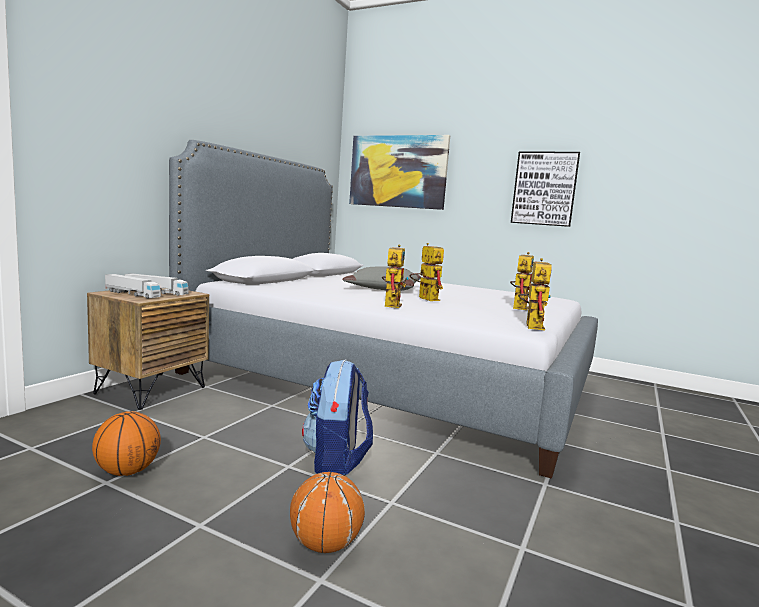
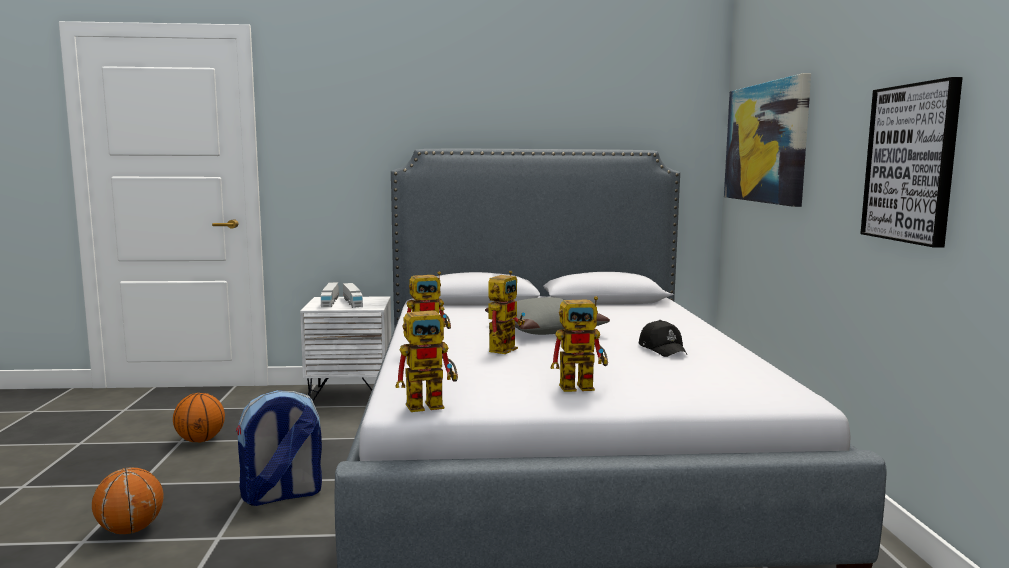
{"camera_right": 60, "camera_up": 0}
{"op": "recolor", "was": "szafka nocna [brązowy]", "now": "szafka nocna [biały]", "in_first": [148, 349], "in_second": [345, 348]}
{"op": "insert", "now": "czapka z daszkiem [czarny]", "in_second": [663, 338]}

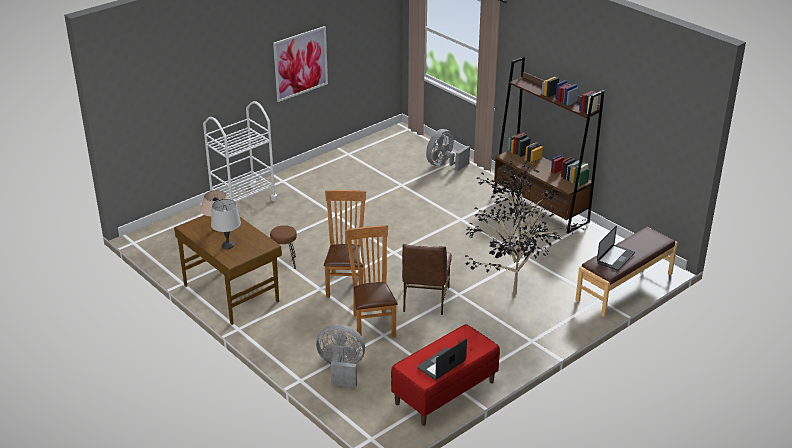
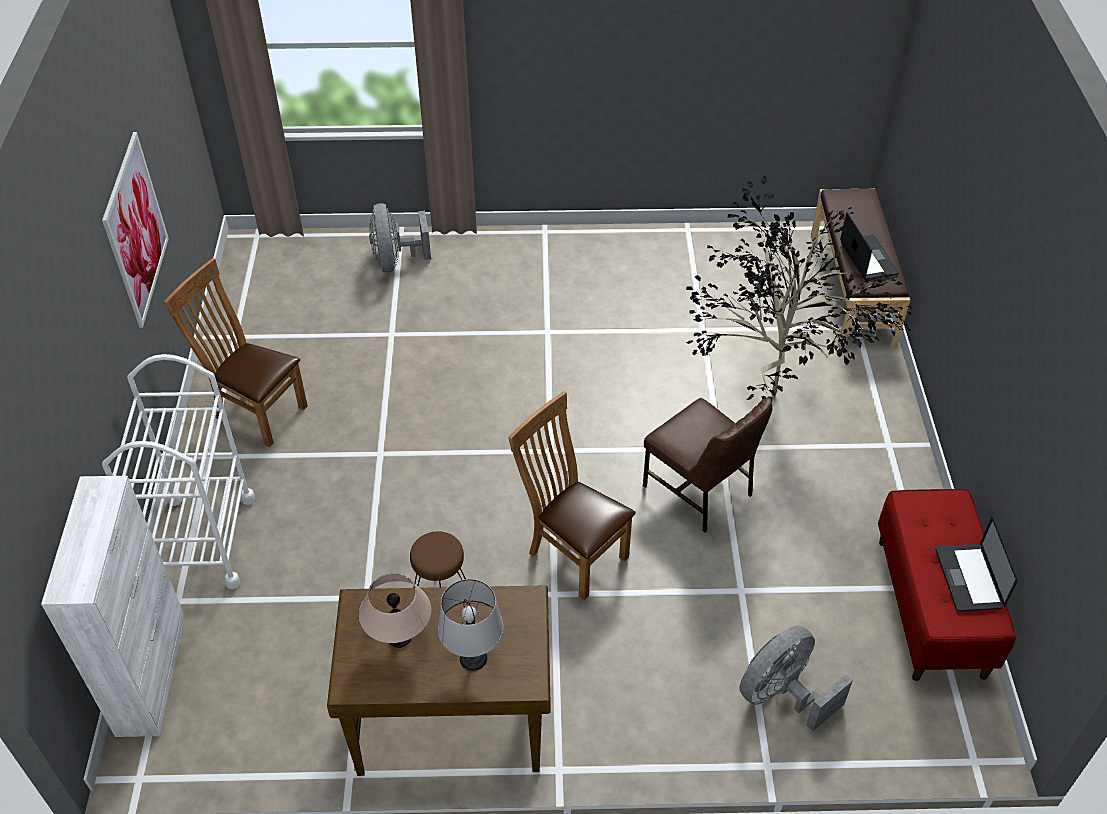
{"camera_right": -50, "camera_up": 15}
{"op": "insert", "now": "szafka [biały]", "in_second": [113, 606]}
{"op": "move", "was": "krzesło [brązowy]", "in_first": [371, 283], "in_second": [236, 352]}
{"op": "delete", "was": "regał [brązowy]", "in_first": [549, 145]}

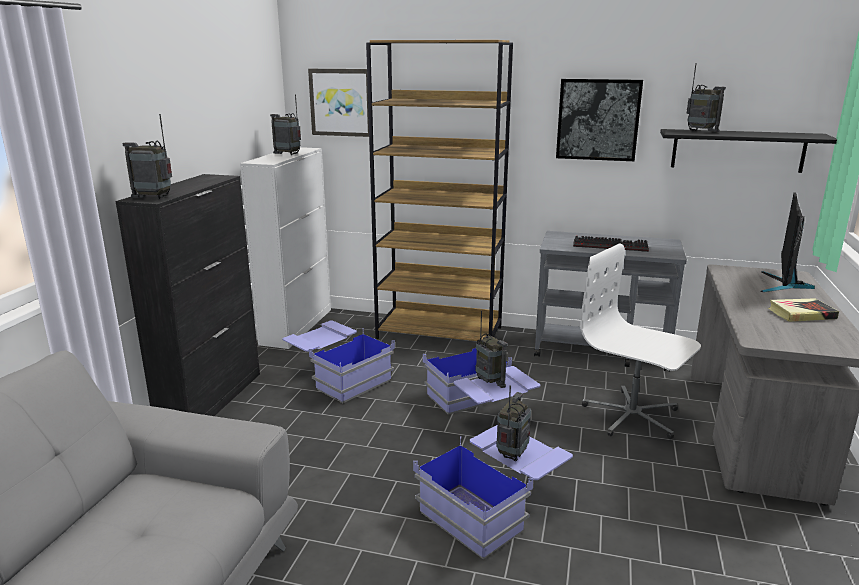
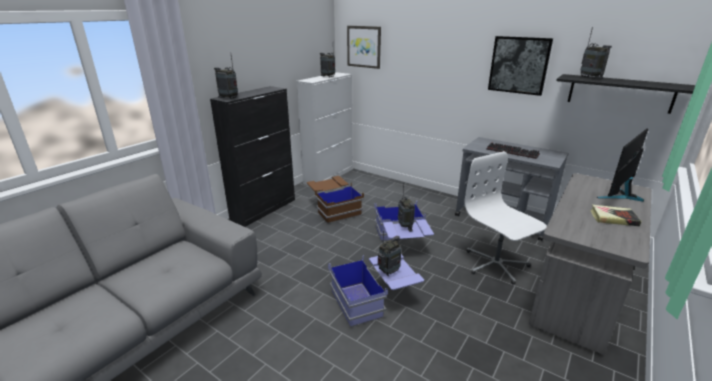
{"camera_right": 20, "camera_up": 5}
{"op": "recolor", "was": "pojemnik do przechowywania [niebieski]", "now": "pojemnik do przechowywania [brązowy]", "in_first": [338, 361], "in_second": [335, 200]}
{"op": "delete", "was": "regał [brązowy]", "in_first": [439, 190]}

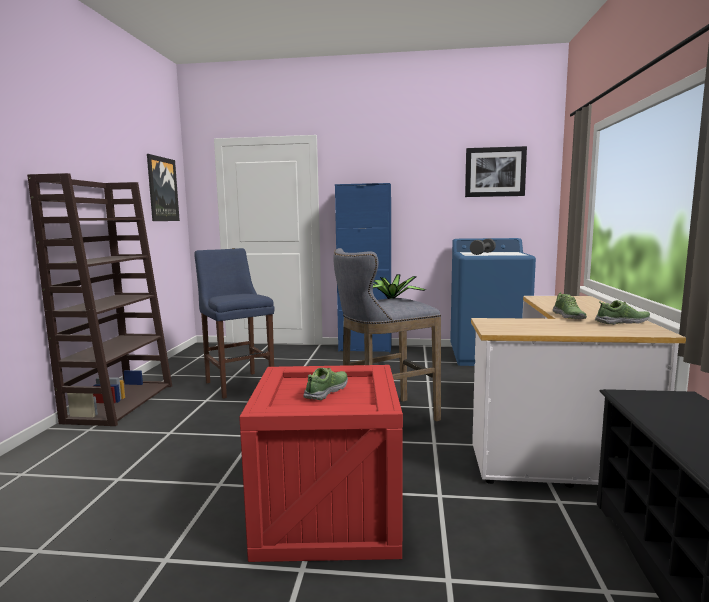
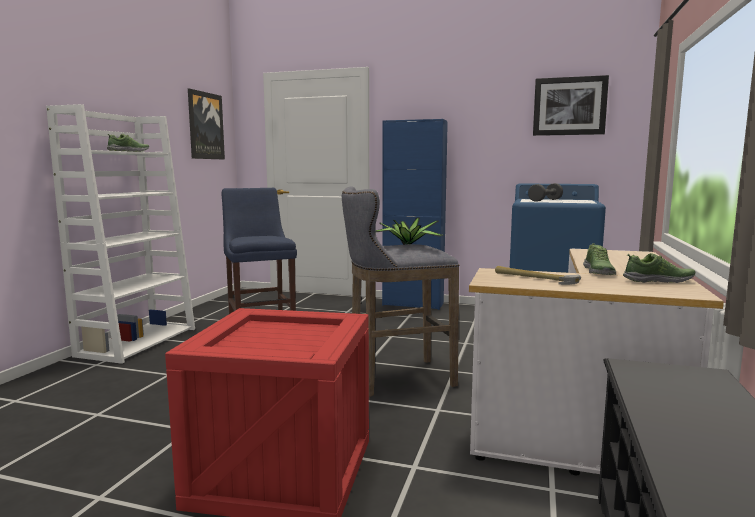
{"camera_right": 10, "camera_up": 0}
{"op": "recolor", "was": "regał [brązowy]", "now": "regał [biały]", "in_first": [99, 299], "in_second": [120, 234]}
{"op": "move", "was": "but", "in_first": [325, 384], "in_second": [128, 143]}
{"op": "insert", "now": "młotek", "in_second": [538, 275]}

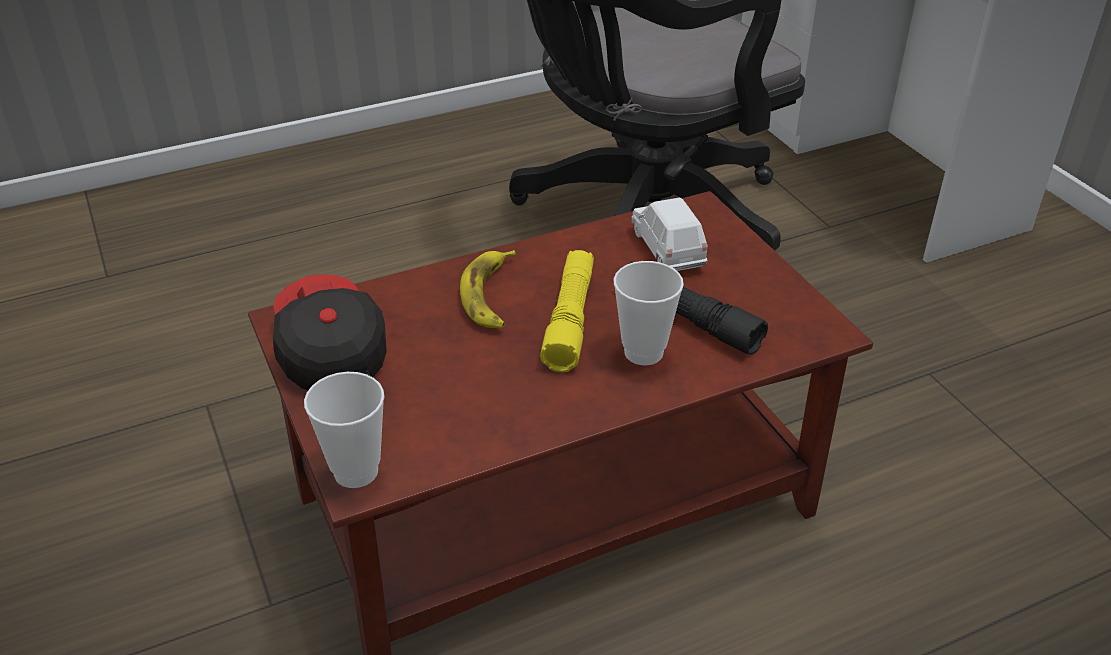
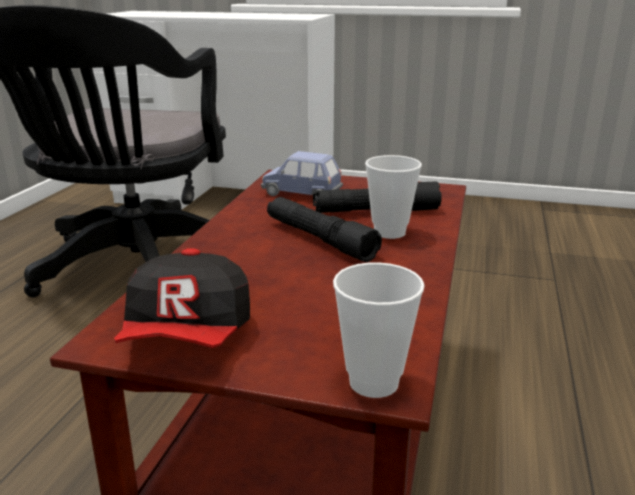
{"camera_right": -50, "camera_up": -15}
{"op": "rotate", "was": "czapka z daszkiem", "in_first": [330, 332], "in_second": [182, 298], "clockwise": -105}
{"op": "recolor", "was": "samochodzik [biały]", "now": "samochodzik [niebieski]", "in_first": [669, 234], "in_second": [302, 176]}
{"op": "recolor", "was": "latarka [żółty]", "now": "latarka [czarny]", "in_first": [567, 311], "in_second": [324, 229]}
{"op": "delete", "was": "banan", "in_first": [488, 289]}

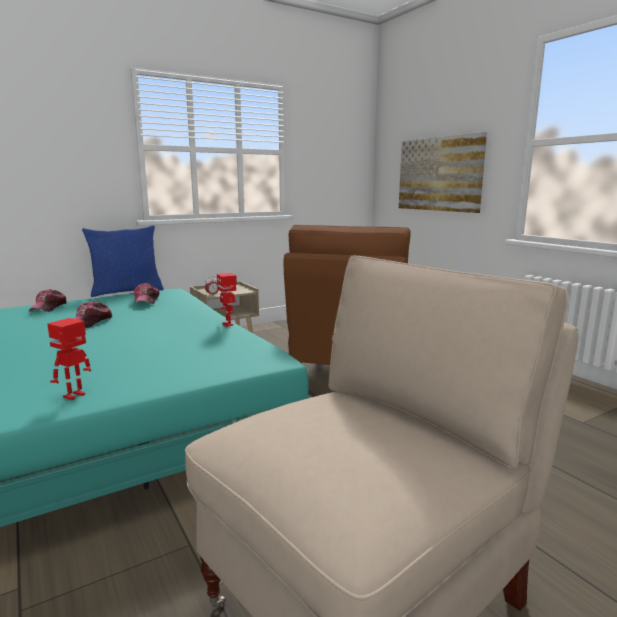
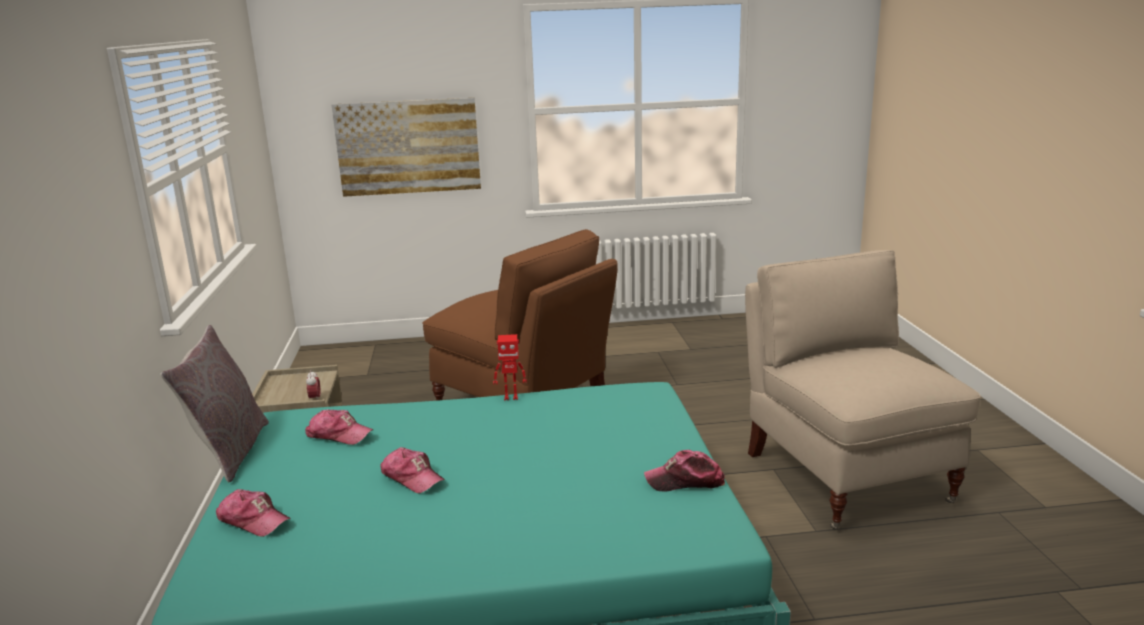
{"camera_right": -65, "camera_up": 5}
{"op": "recolor", "was": "poduszka [niebieski]", "now": "poduszka [szary]", "in_first": [123, 261], "in_second": [214, 403]}
{"op": "replace", "was": "robot zabawkowy", "now": "czapka z daszkiem", "in_first": [69, 359], "in_second": [684, 470]}

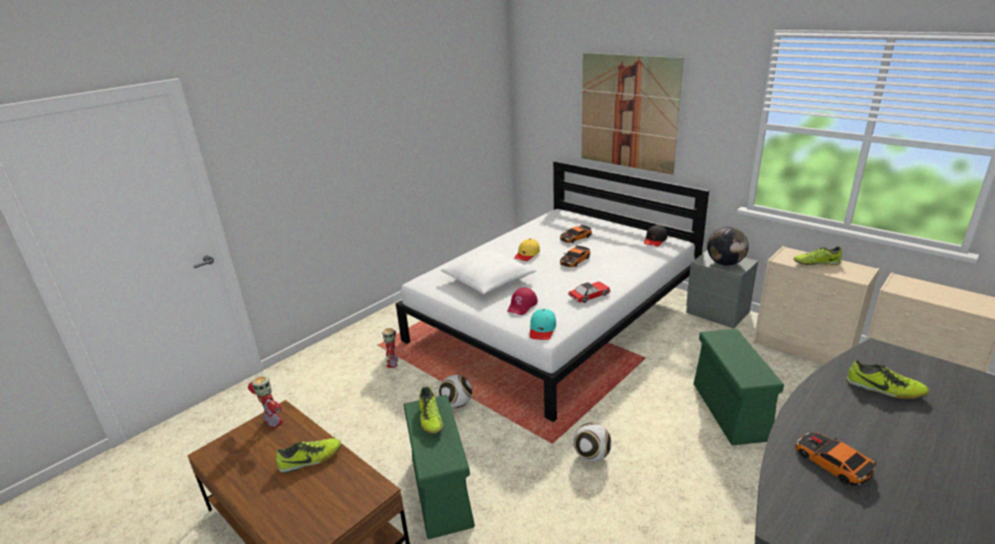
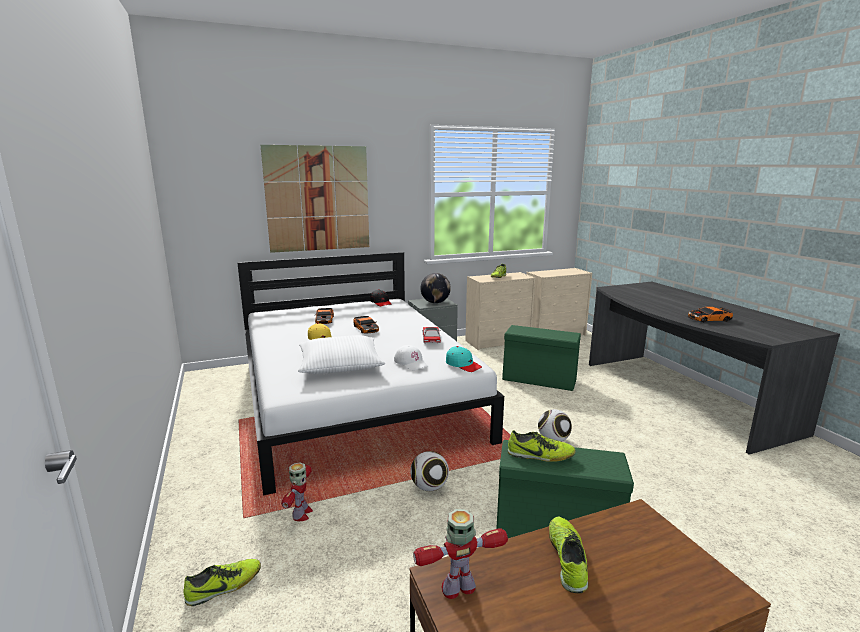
{"camera_right": -65, "camera_up": -10}
{"op": "move", "was": "but", "in_first": [887, 379], "in_second": [222, 582]}
{"op": "rotate", "was": "robot zabawkowy", "in_first": [390, 348], "in_second": [297, 492], "clockwise": -105}
{"op": "recolor", "was": "czapka z daszkiem [czerwony]", "now": "czapka z daszkiem [biały]", "in_first": [522, 301], "in_second": [411, 358]}

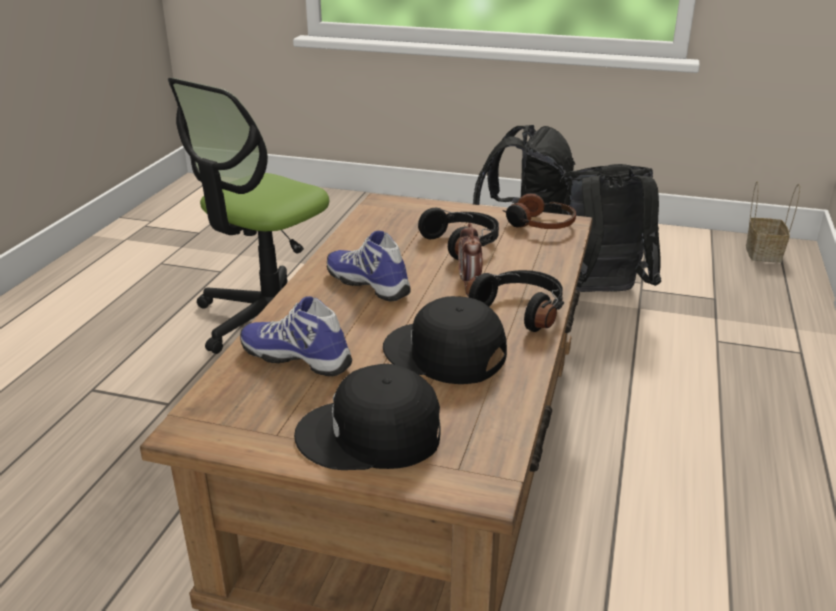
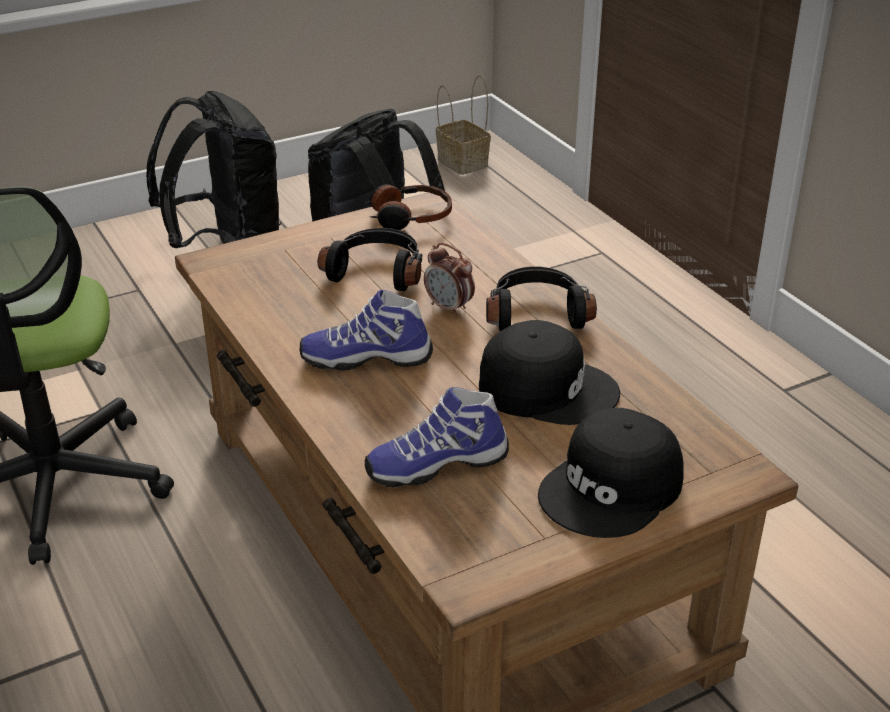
{"camera_right": -45, "camera_up": 5}
{"op": "rotate", "was": "czapka z daszkiem [czarny]", "in_first": [445, 340], "in_second": [549, 372], "clockwise": -150}

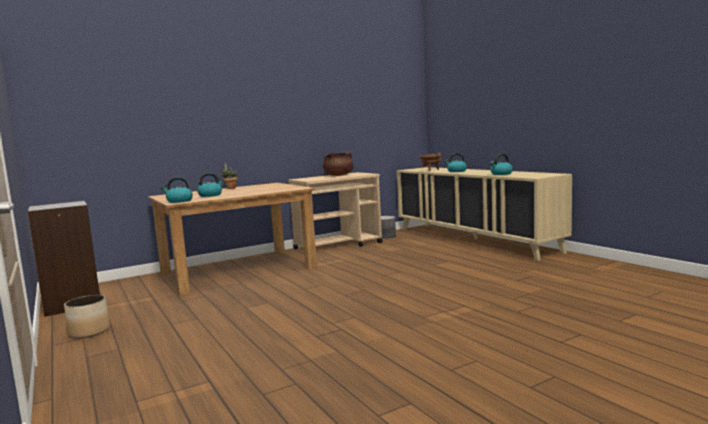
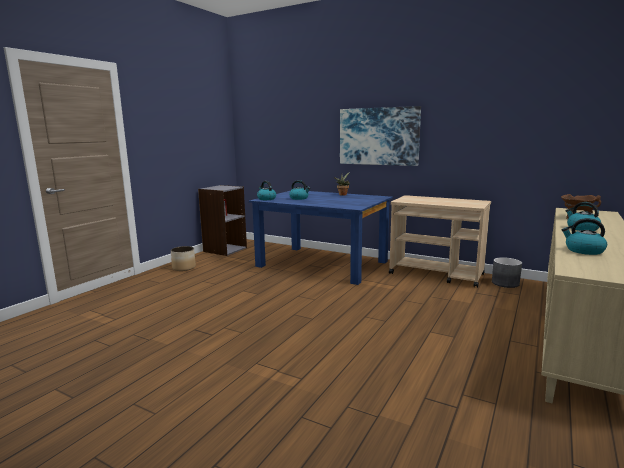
{"camera_right": 60, "camera_up": 5}
{"op": "recolor", "was": "stół jadalny [brązowy]", "now": "stół jadalny [niebieski]", "in_first": [232, 239], "in_second": [321, 238]}
{"op": "insert", "now": "obraz", "in_second": [380, 136]}
{"op": "delete", "was": "garnek [brązowy]", "in_first": [338, 164]}

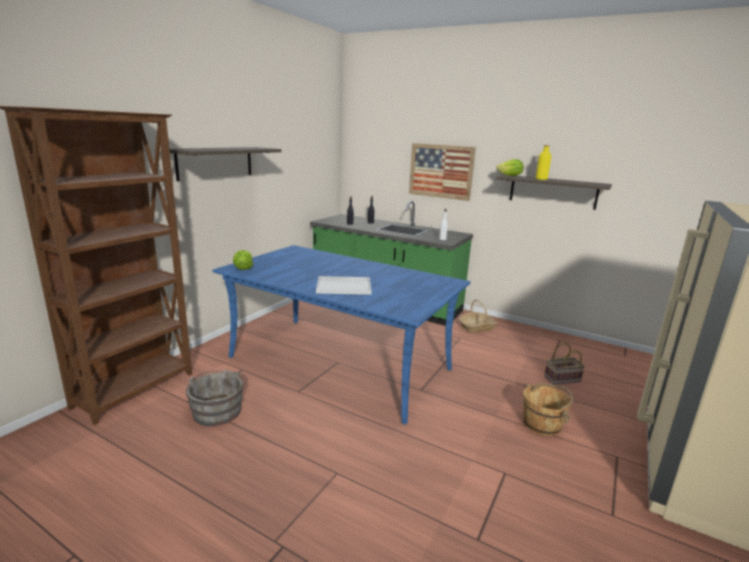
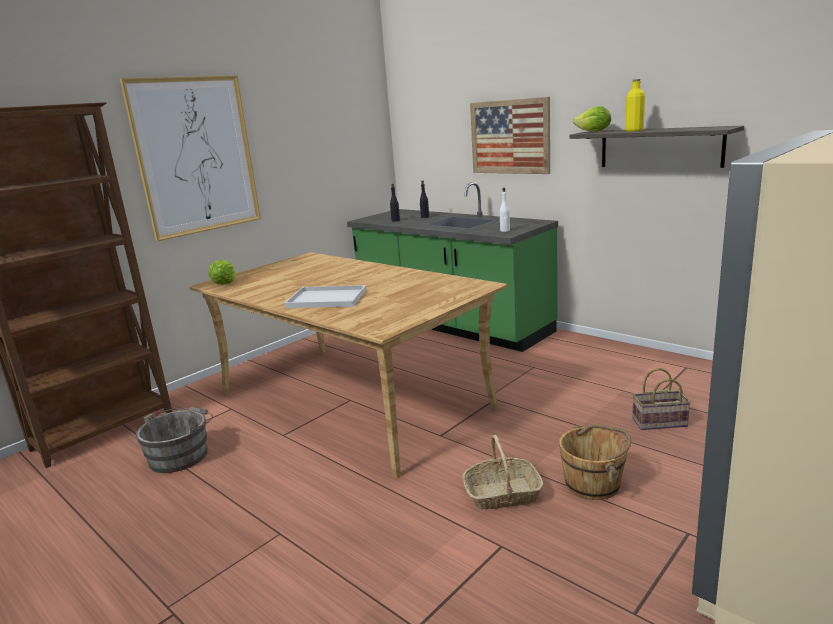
{"camera_right": 15, "camera_up": 0}
{"op": "replace", "was": "półka", "now": "obraz", "in_first": [225, 164], "in_second": [190, 158]}
{"op": "recolor", "was": "stół jadalny [niebieski]", "now": "stół jadalny [beżowy]", "in_first": [341, 335], "in_second": [348, 365]}
{"op": "move", "was": "koszyk", "in_first": [478, 316], "in_second": [502, 472]}

